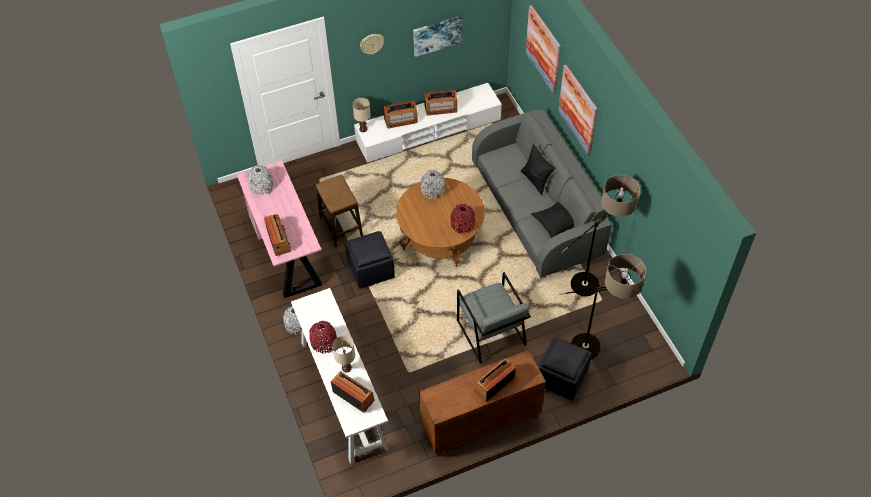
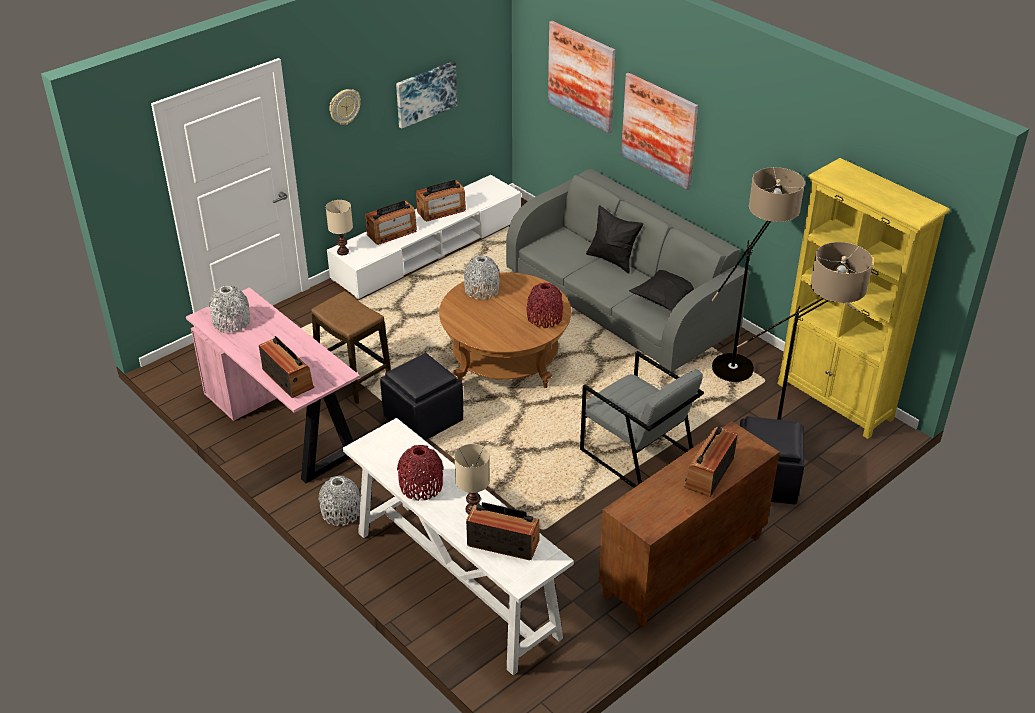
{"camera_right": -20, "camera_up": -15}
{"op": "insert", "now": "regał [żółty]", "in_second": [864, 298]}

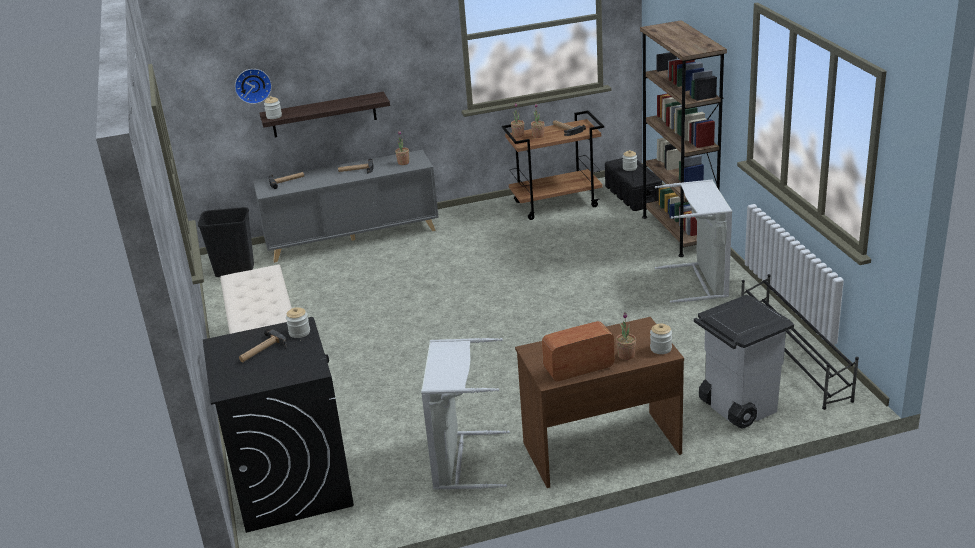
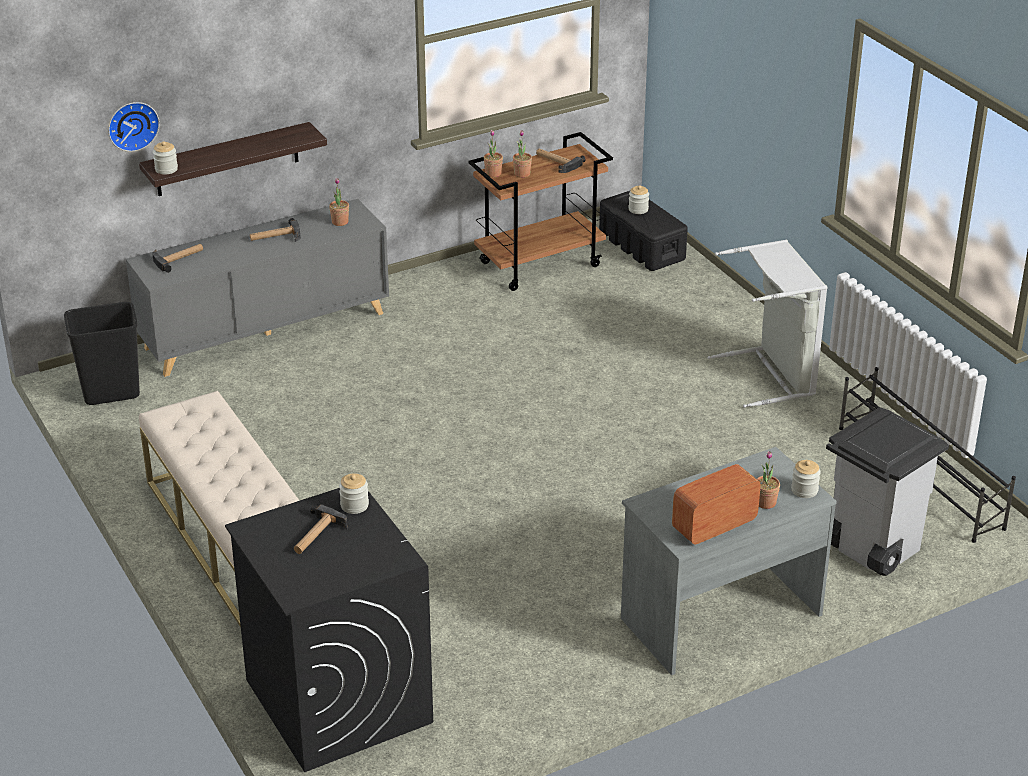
{"camera_right": -15, "camera_up": 5}
{"op": "recolor", "was": "biurko [brązowy]", "now": "biurko [szary]", "in_first": [599, 402], "in_second": [729, 561]}
{"op": "delete", "was": "kosz na pranie [szary]", "in_first": [465, 414]}
{"op": "delete", "was": "regał [brązowy]", "in_first": [683, 138]}

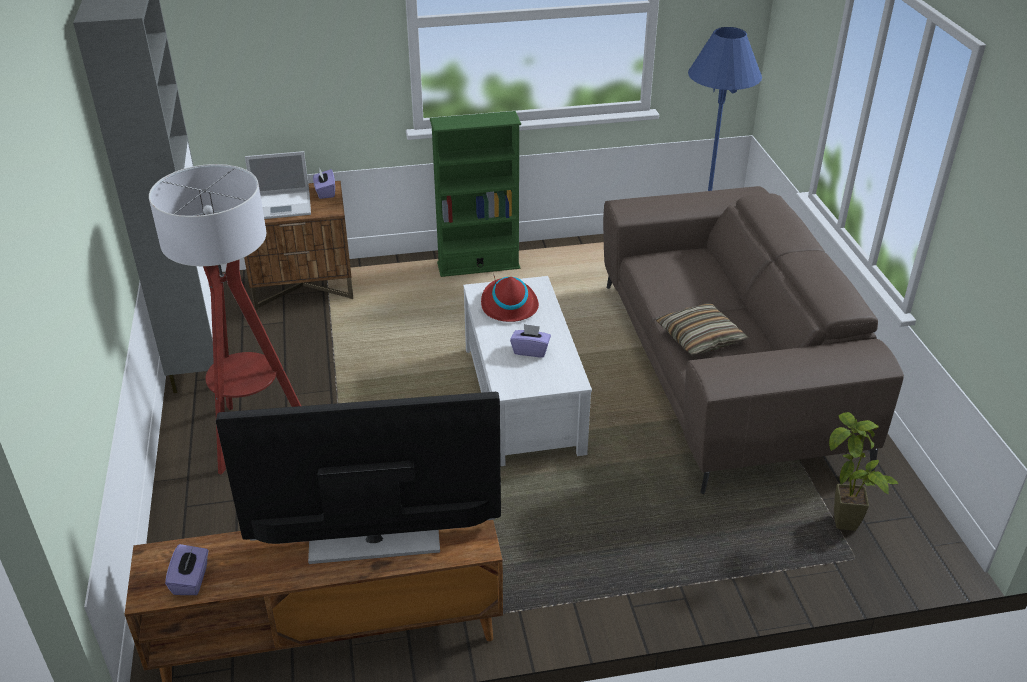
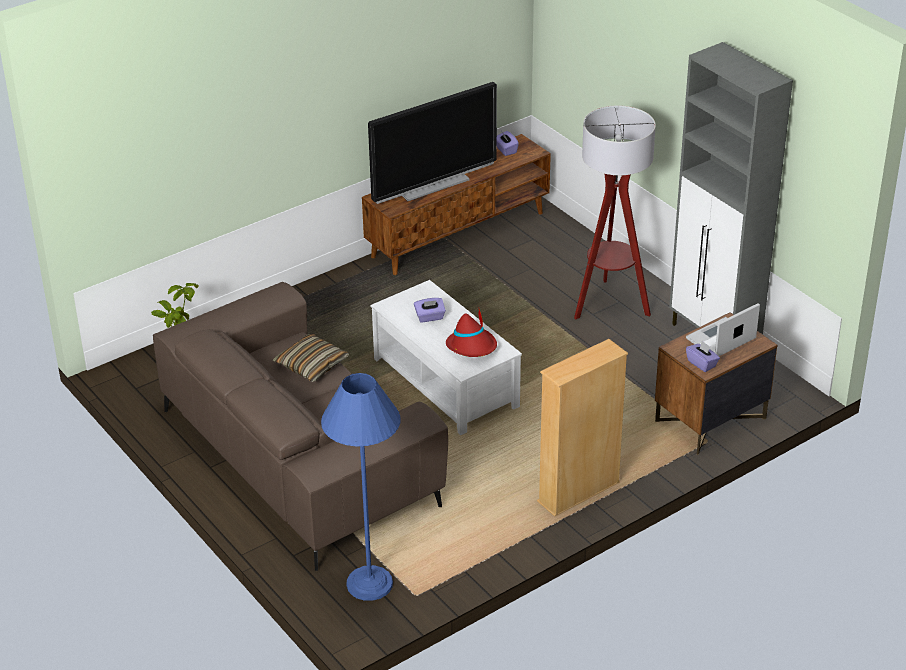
{"camera_right": 155, "camera_up": 0}
{"op": "recolor", "was": "regał [zielony]", "now": "regał [beżowy]", "in_first": [475, 194], "in_second": [582, 428]}

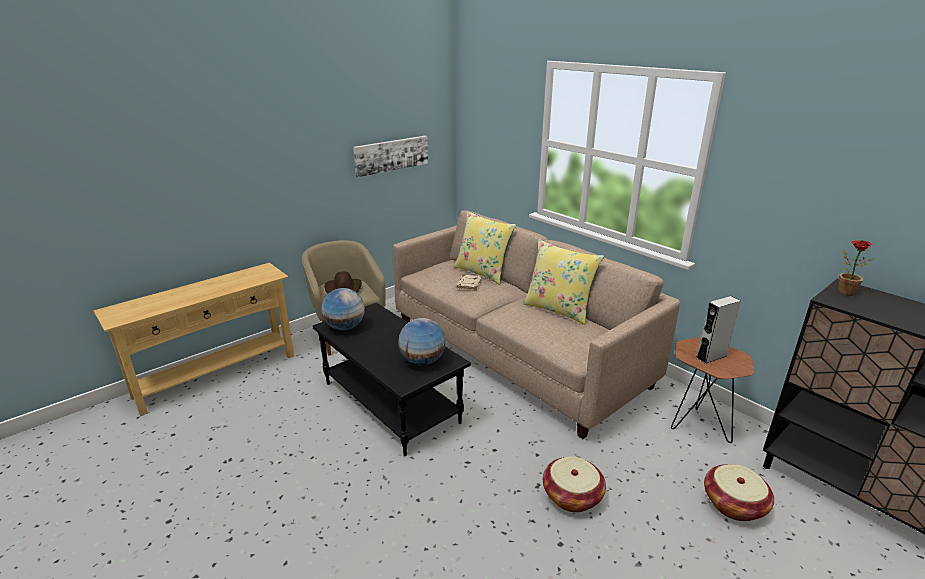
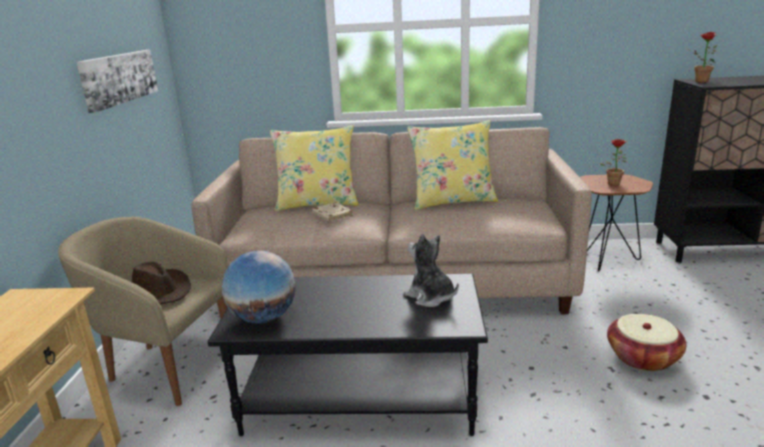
{"camera_right": -45, "camera_up": -5}
{"op": "replace", "was": "globus", "now": "pluszak", "in_first": [422, 341], "in_second": [431, 270]}
{"op": "replace", "was": "głośnik [szary]", "now": "roślina doniczkowa", "in_first": [718, 330], "in_second": [613, 162]}
{"op": "delete", "was": "koszyk", "in_first": [739, 492]}

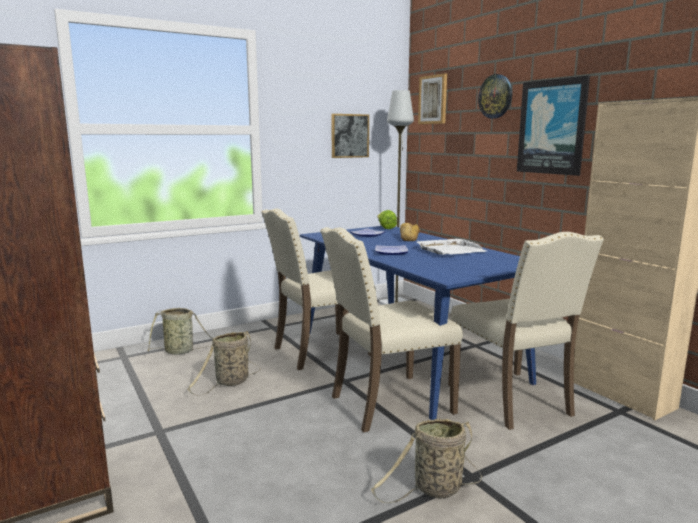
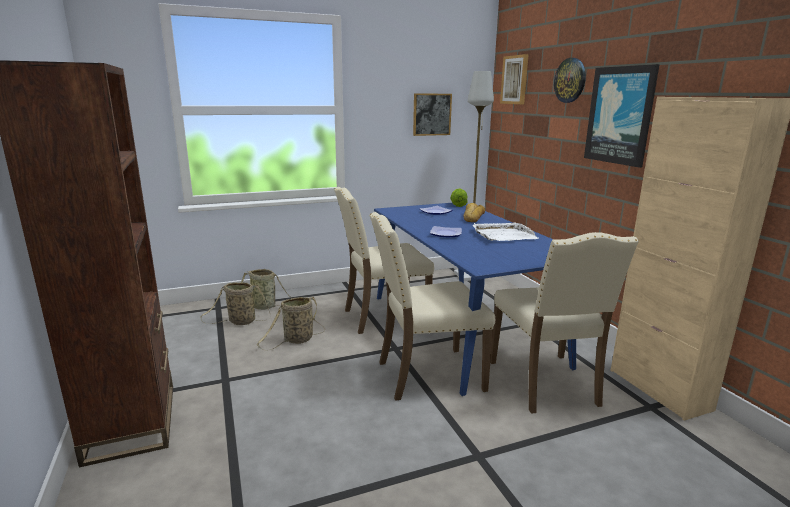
{"camera_right": 10, "camera_up": 5}
{"op": "move", "was": "koszyk", "in_first": [426, 461], "in_second": [235, 303]}

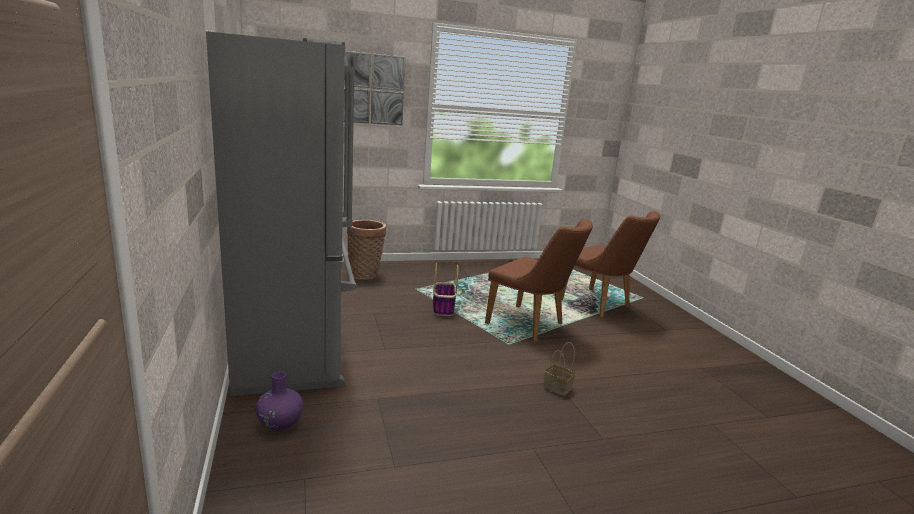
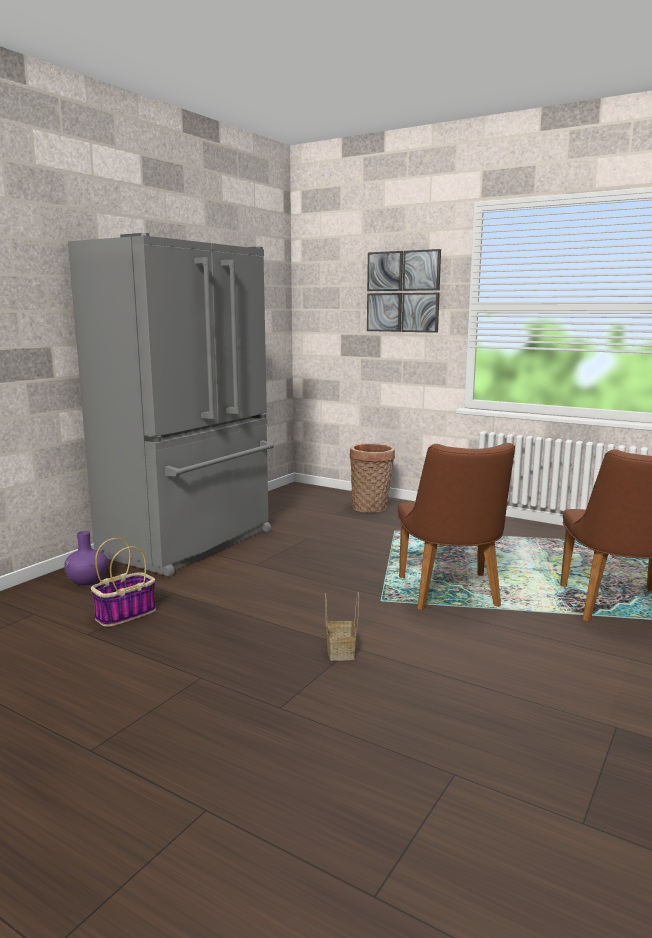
{"camera_right": 50, "camera_up": -5}
{"op": "move", "was": "koszyk", "in_first": [445, 289], "in_second": [123, 582]}

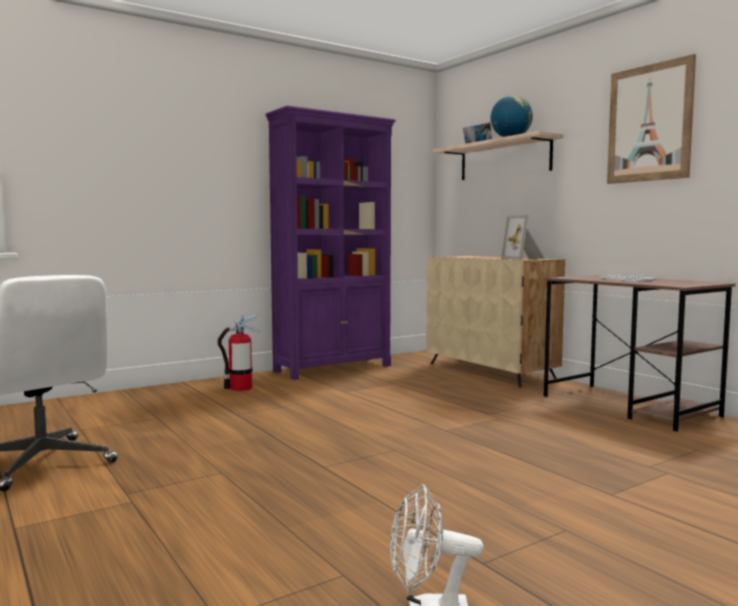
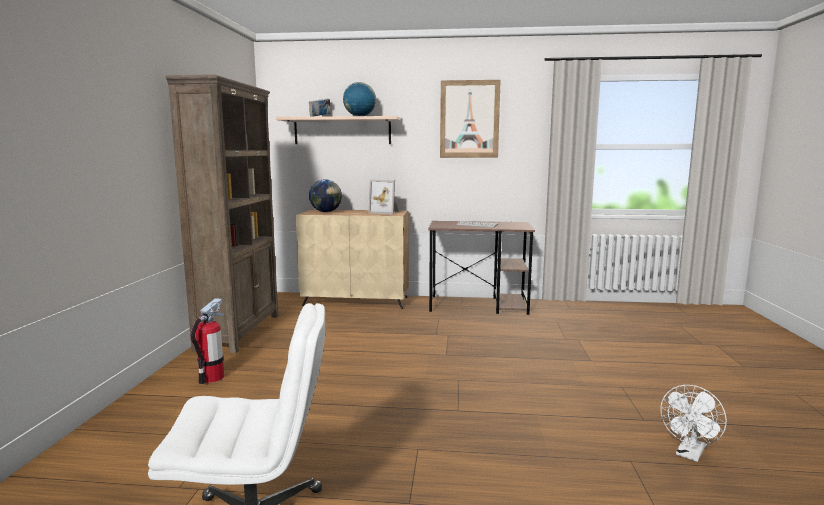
{"camera_right": -50, "camera_up": 5}
{"op": "recolor", "was": "regał [fioletowy]", "now": "regał [brązowy]", "in_first": [330, 242], "in_second": [222, 213]}
{"op": "insert", "now": "globus", "in_second": [325, 195]}

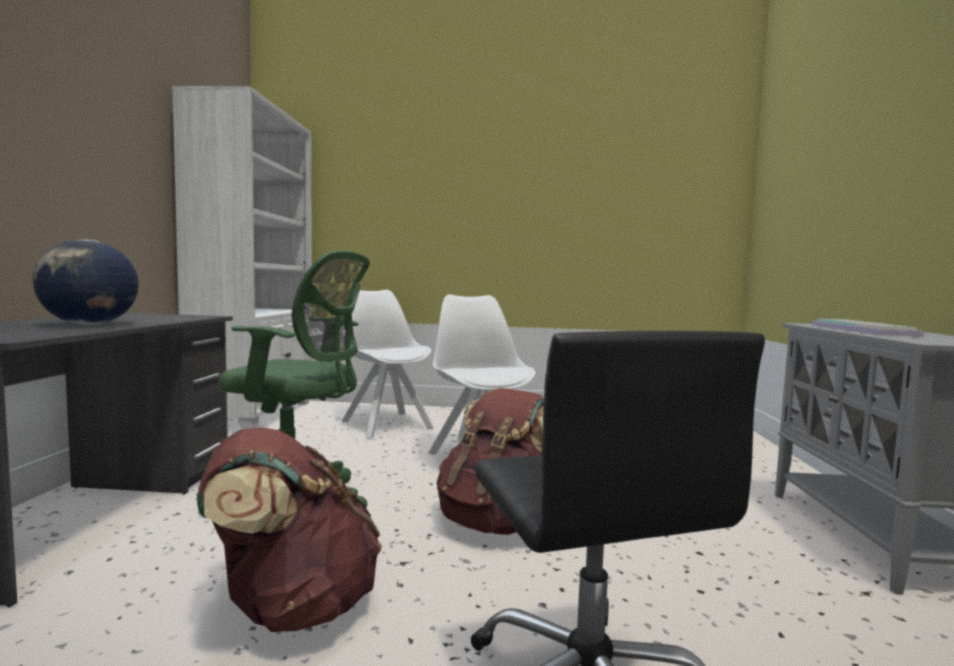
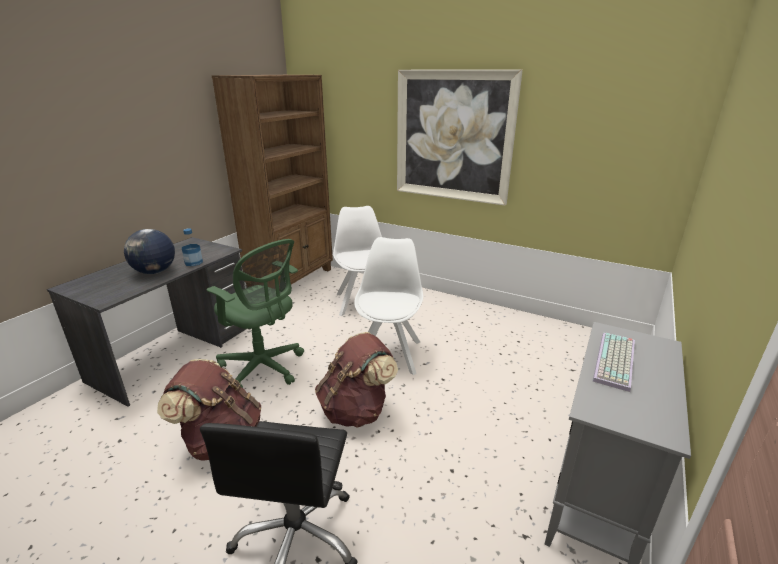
{"camera_right": 25, "camera_up": 20}
{"op": "insert", "now": "butelka", "in_second": [192, 247]}
{"op": "recolor", "was": "regał [biały]", "now": "regał [brązowy]", "in_first": [242, 257], "in_second": [272, 180]}
{"op": "insert", "now": "obraz", "in_second": [460, 138]}

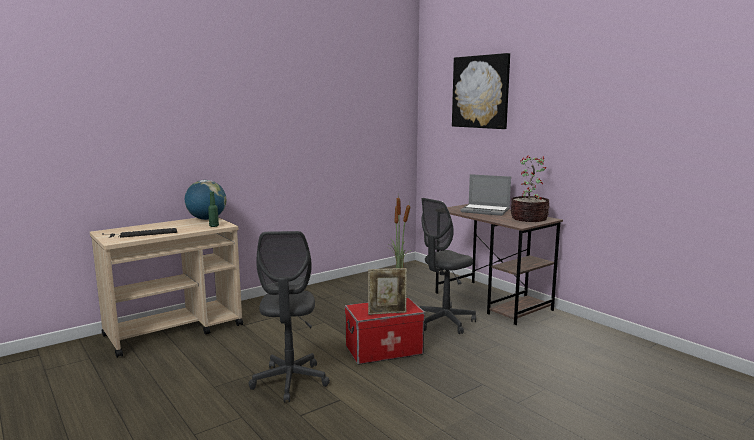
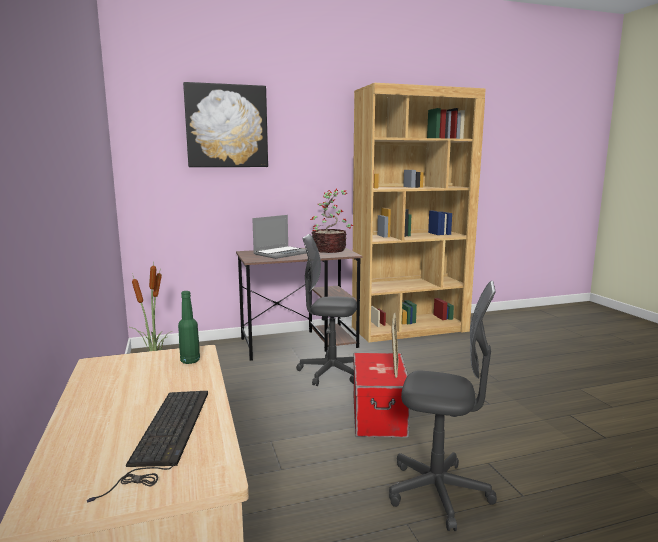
{"camera_right": -70, "camera_up": 0}
{"op": "rotate", "was": "krzesło biurowe [szary]", "in_first": [448, 266], "in_second": [326, 310], "clockwise": 120}
{"op": "insert", "now": "regał [brązowy]", "in_second": [419, 212]}
{"op": "delete", "was": "globus", "in_first": [205, 200]}

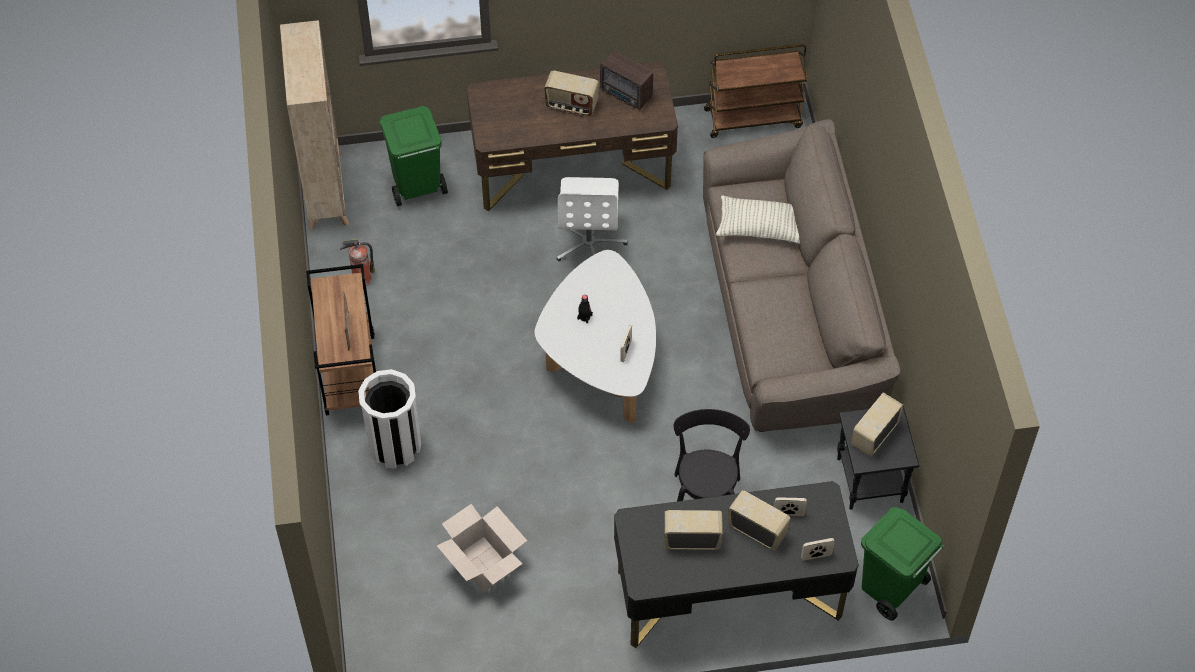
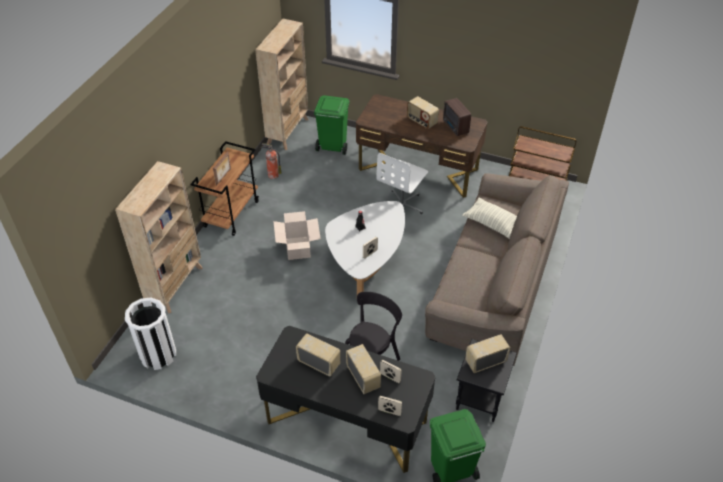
{"camera_right": 30, "camera_up": -10}
{"op": "insert", "now": "regał [beżowy]", "in_second": [159, 237]}
{"op": "move", "was": "kosz na śmieci [biały]", "in_first": [389, 419], "in_second": [150, 334]}
{"op": "move", "was": "karton", "in_first": [482, 548], "in_second": [297, 235]}

